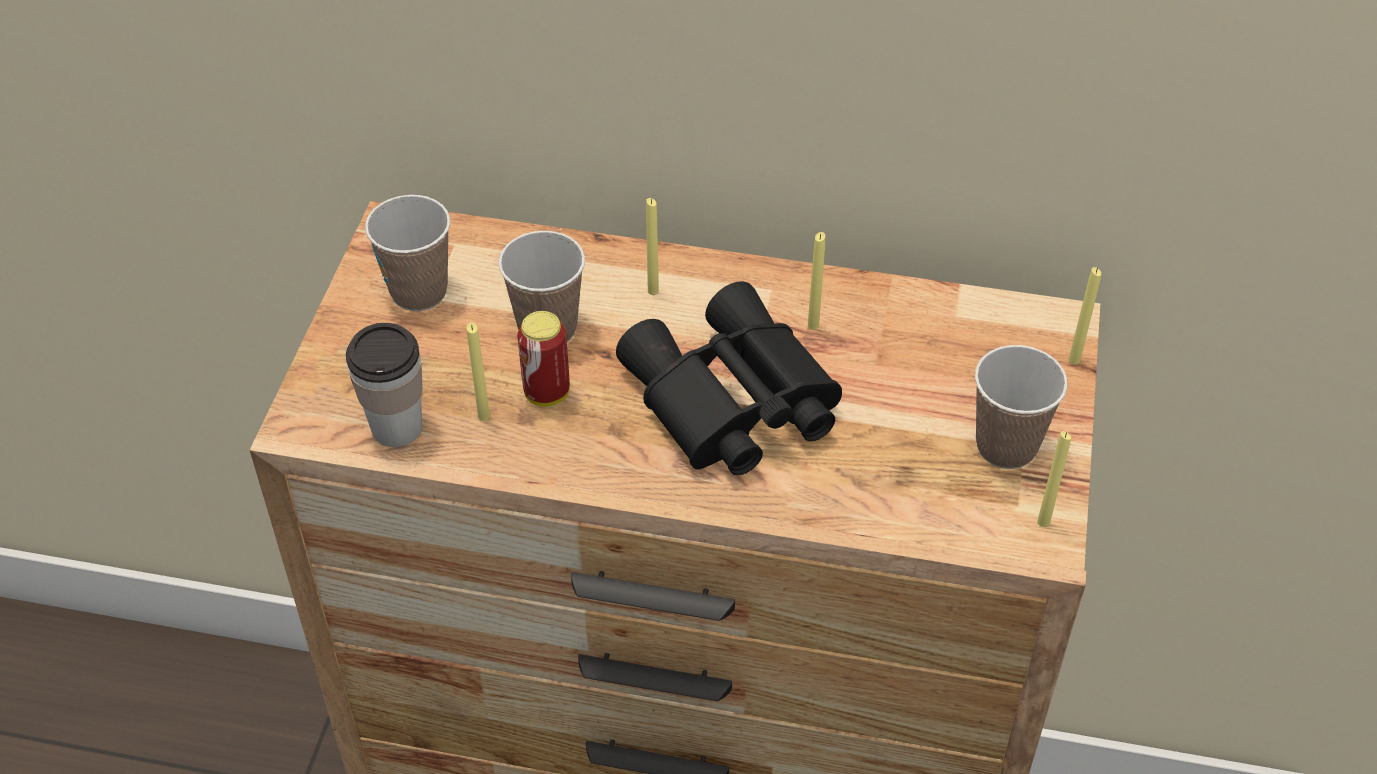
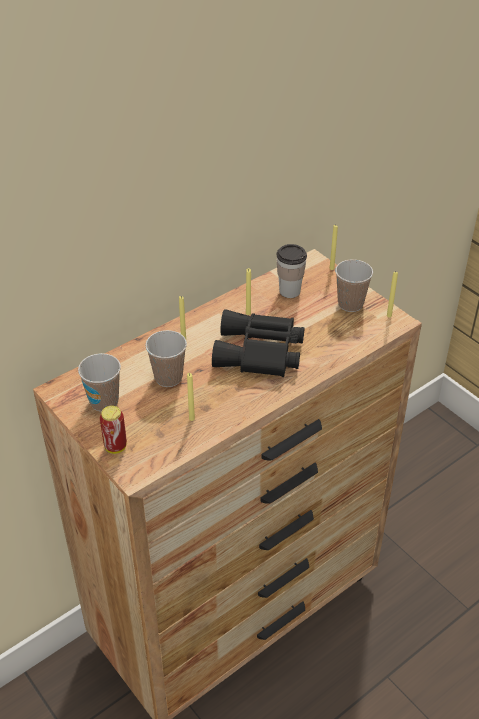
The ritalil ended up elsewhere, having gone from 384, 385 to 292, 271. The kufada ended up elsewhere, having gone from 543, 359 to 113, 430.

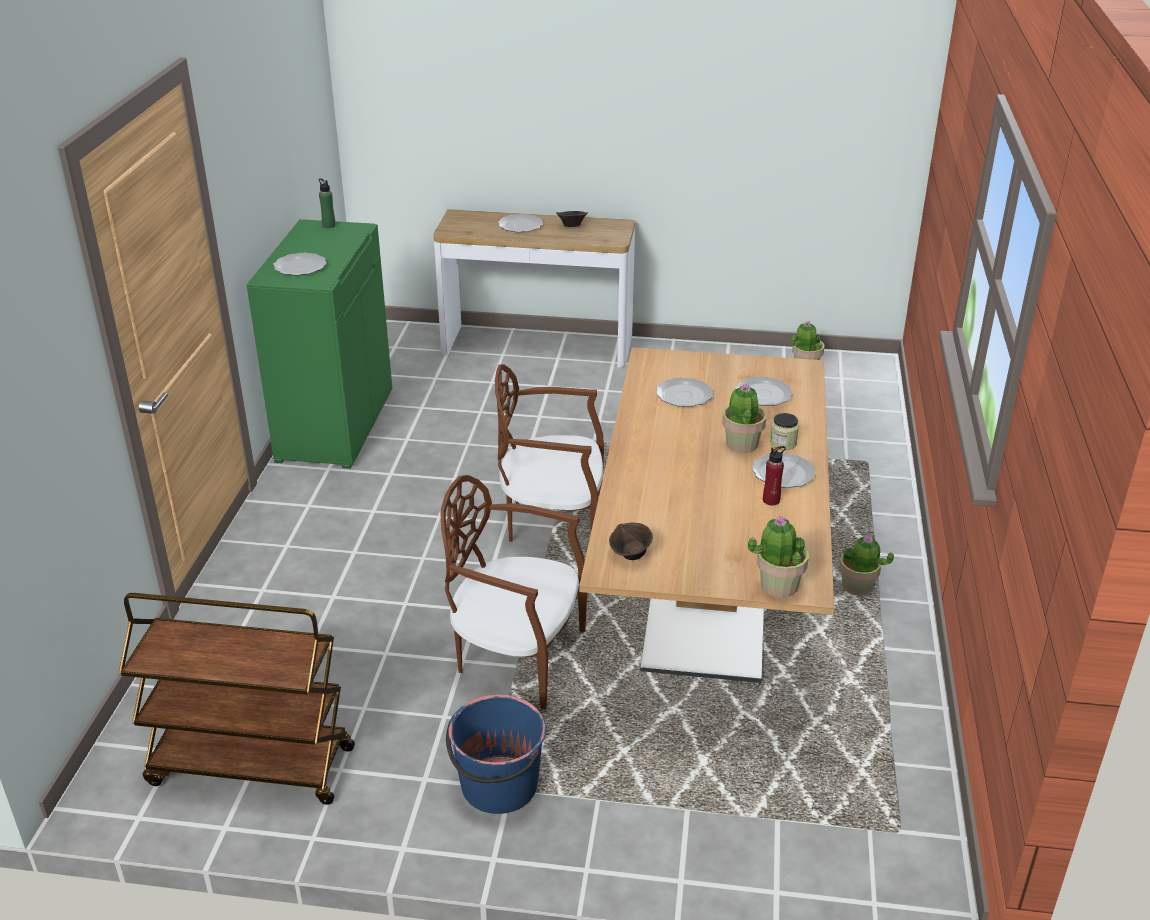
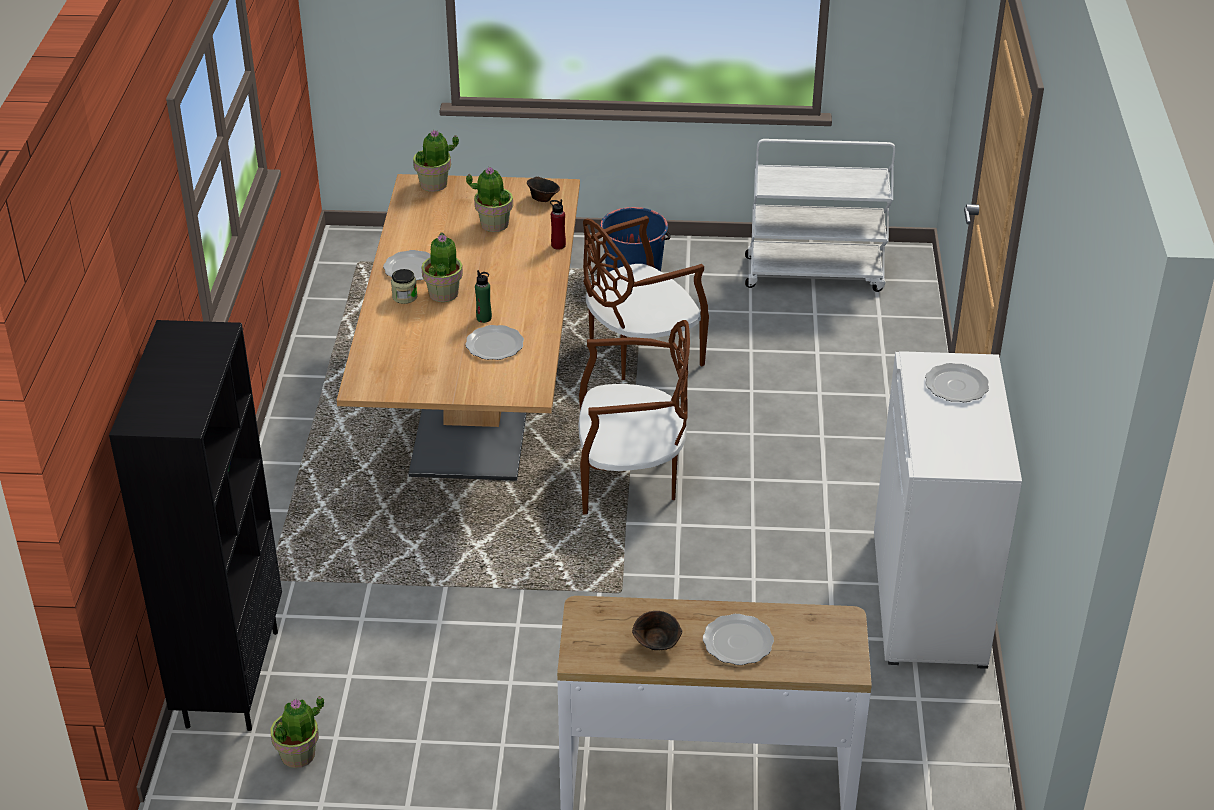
What was the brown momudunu at 237, 699 turned into the white momudunu at 820, 215. What was the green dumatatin at 319, 344 turned into the white dumatatin at 948, 510. The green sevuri ended up elsewhere, having gone from 327, 203 to 483, 296. The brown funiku at 513, 592 ended up facing another way, 135 degrees clockwise from before. The second view lost the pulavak at 764, 391. The red sevuri ended up elsewhere, having gone from 774, 476 to 558, 224. The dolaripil ended up elsewhere, having gone from 866, 565 to 489, 199. The second view gained the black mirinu at 195, 525.

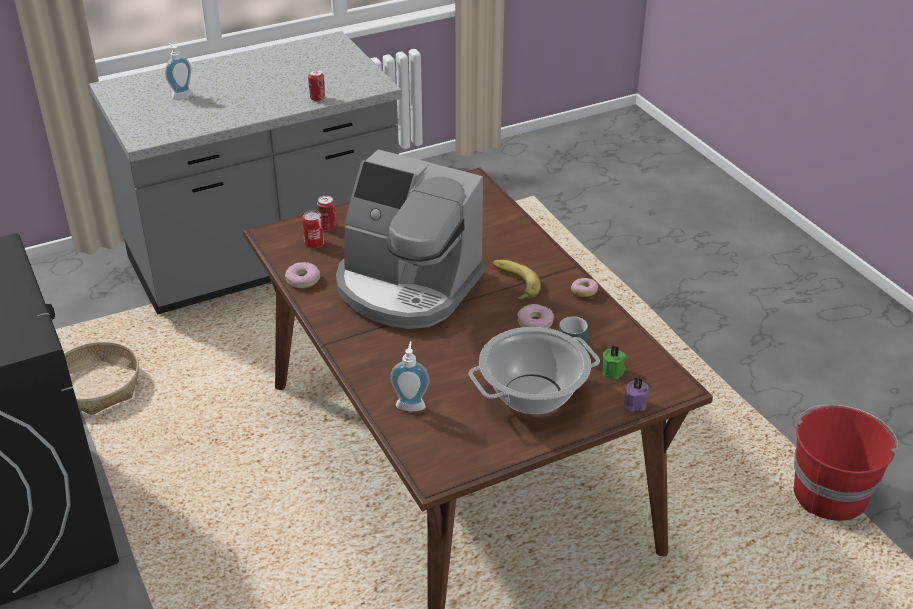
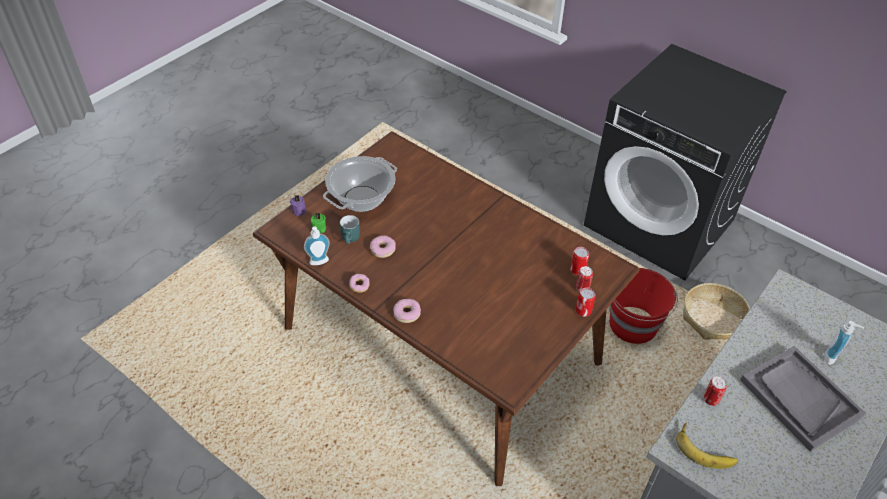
The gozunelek ended up elsewhere, having gone from 302, 275 to 407, 311. The second view lost the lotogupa at 410, 239. The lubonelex ended up elsewhere, having gone from 409, 376 to 317, 245. The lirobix ended up elsewhere, having gone from 517, 280 to 707, 446. The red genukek ended up elsewhere, having gone from 846, 462 to 644, 306. The second view gained the kufada at 585, 302. The second view gained the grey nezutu at 803, 399.

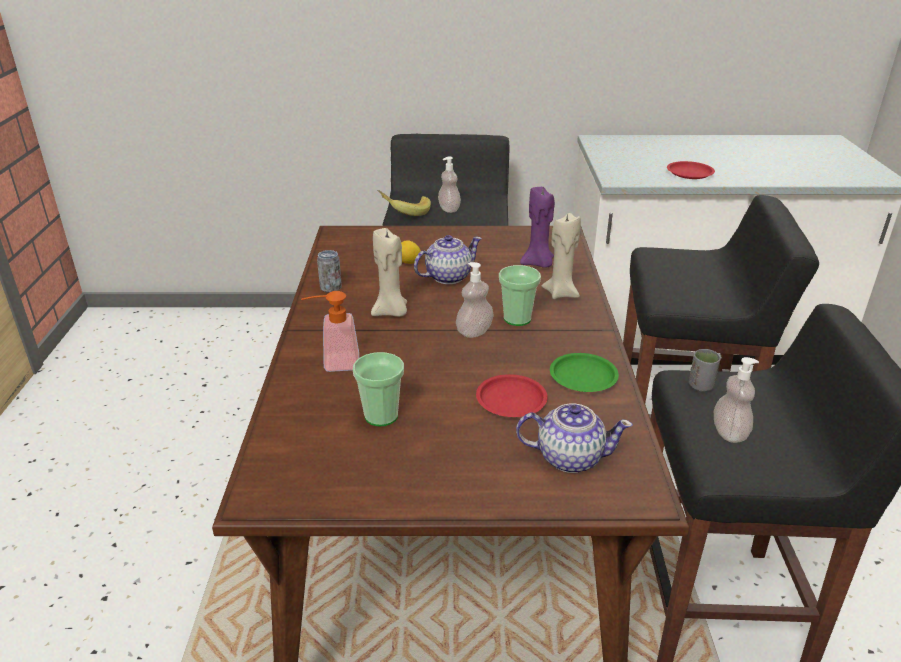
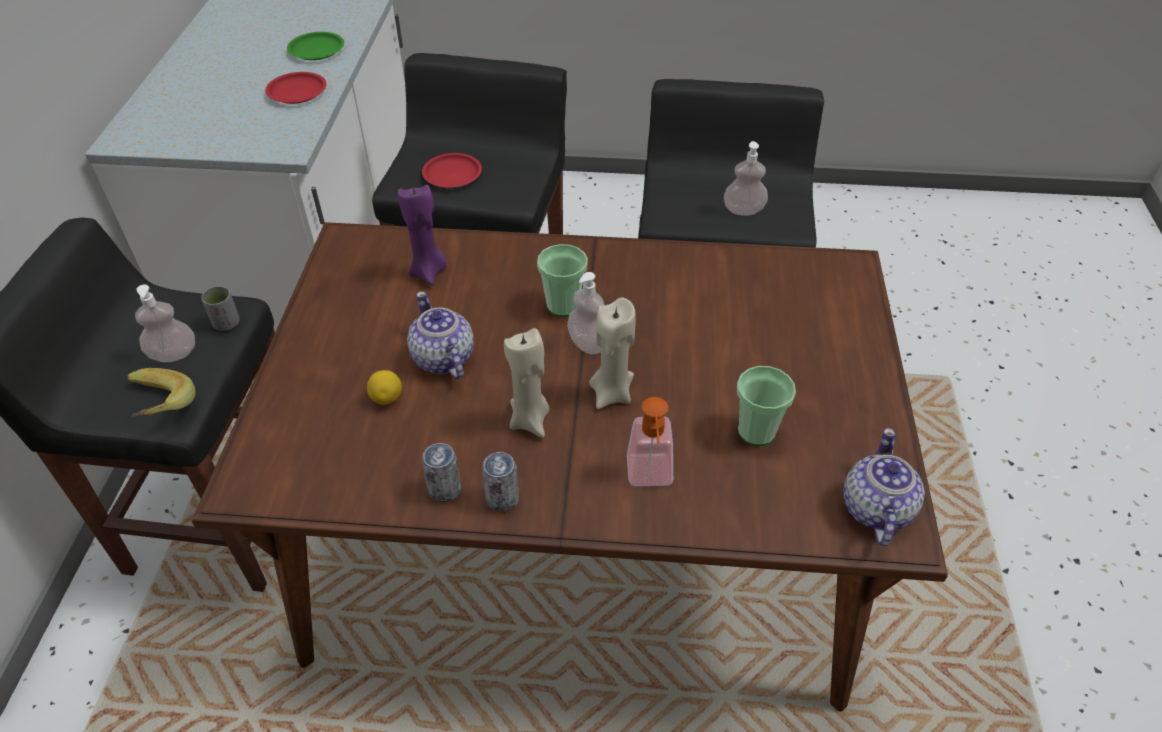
The red pulavak ended up elsewhere, having gone from 512, 395 to 452, 170. The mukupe ended up elsewhere, having gone from 574, 438 to 884, 487. The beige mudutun ended up elsewhere, having gone from 561, 255 to 612, 353. The green pulavak ended up elsewhere, having gone from 584, 372 to 315, 46. The grey ritalil ended up elsewhere, having gone from 705, 370 to 220, 308. The second view gained the kufada at 500, 482.

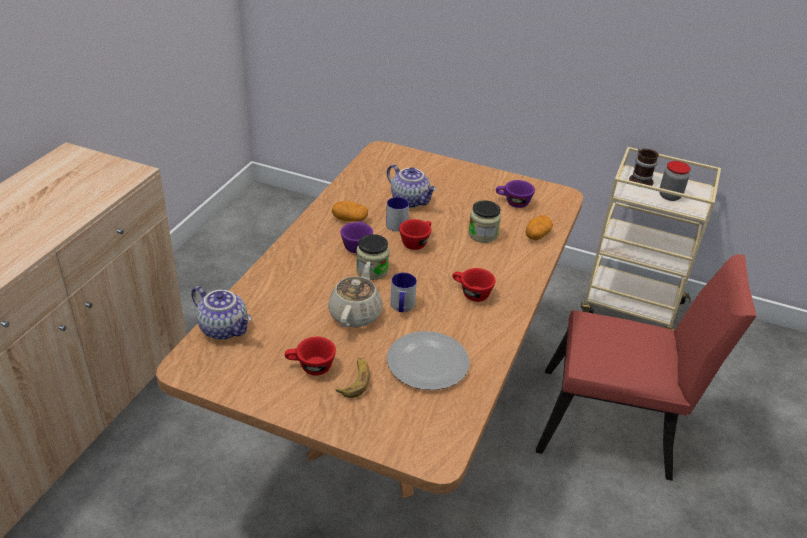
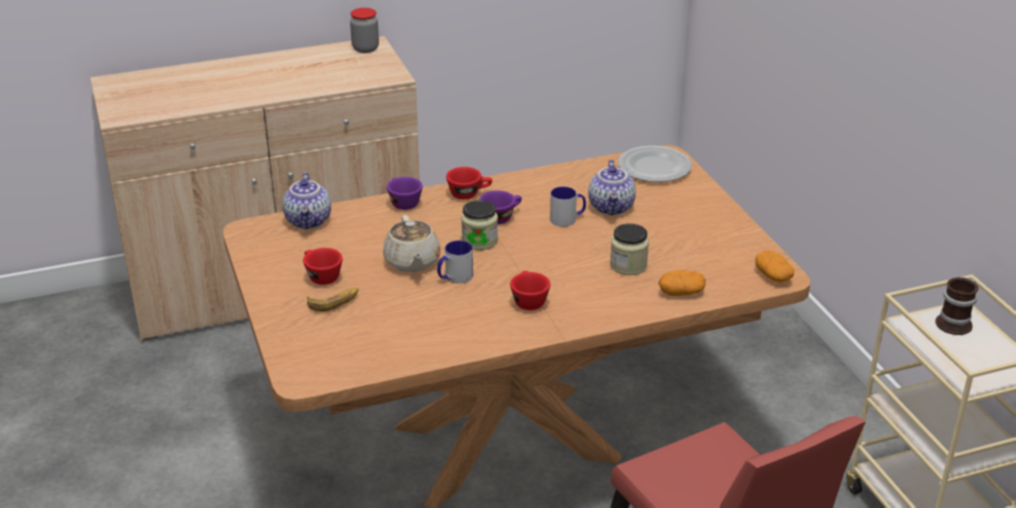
The beige mukupe at 355, 294 ended up facing another way, 105 degrees clockwise from before. The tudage ended up elsewhere, having gone from 350, 211 to 774, 267. The pulavak ended up elsewhere, having gone from 428, 360 to 655, 164. The red ritalil ended up elsewhere, having gone from 415, 234 to 469, 183. The purple ritalil ended up elsewhere, having gone from 515, 194 to 405, 193. The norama ended up elsewhere, having gone from 675, 181 to 364, 30.

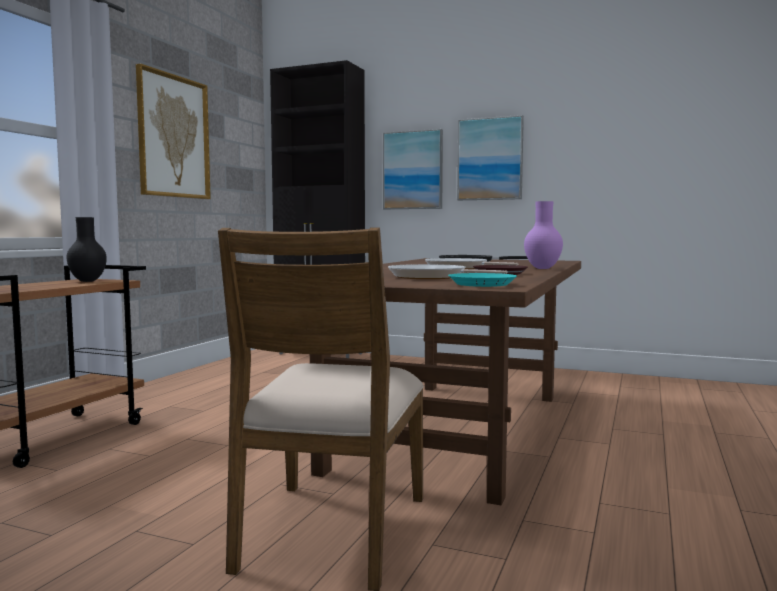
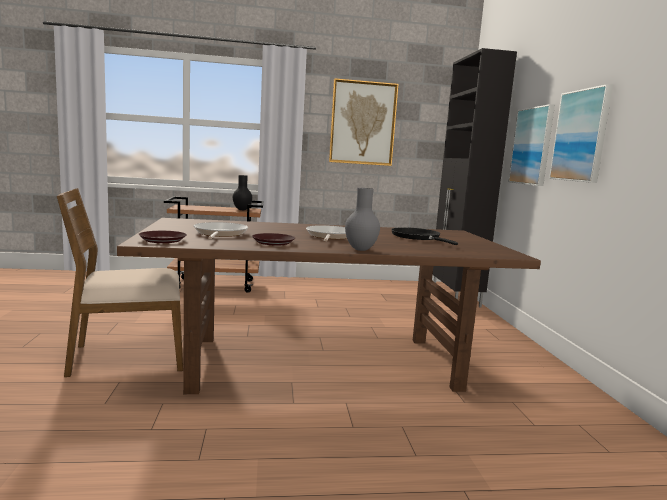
What was the turquoise pulavak at 482, 280 turned into the brown pulavak at 162, 237. What was the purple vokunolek at 543, 235 turned into the grey vokunolek at 362, 219.

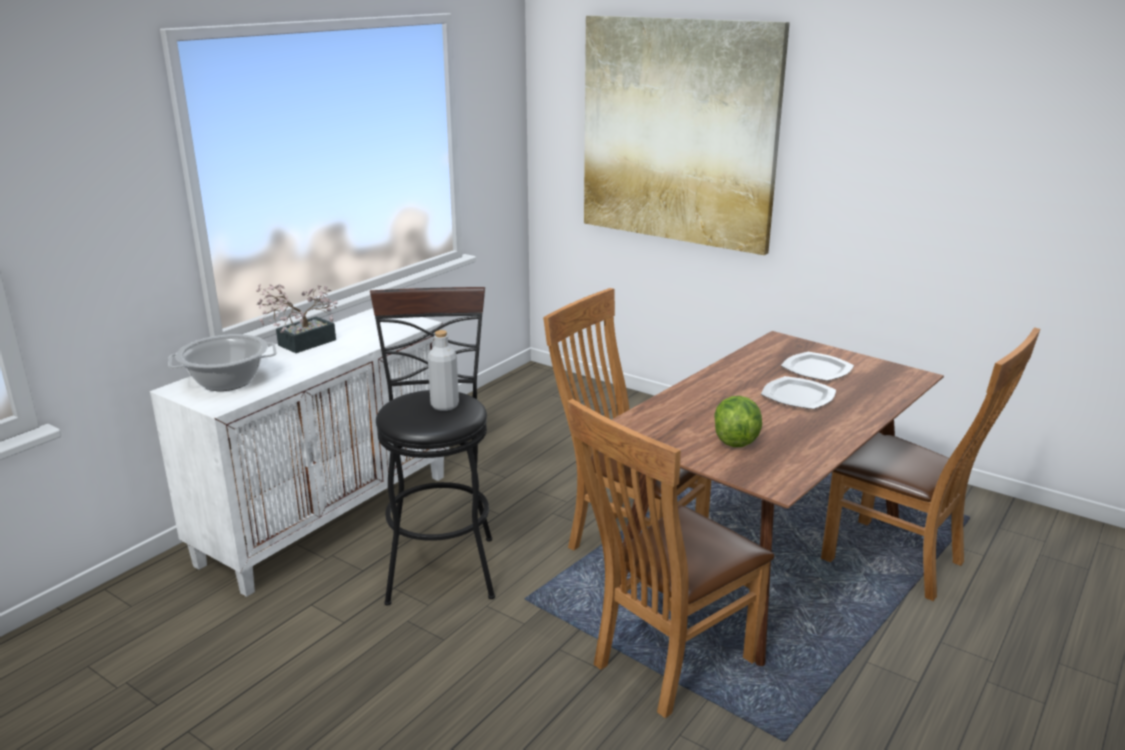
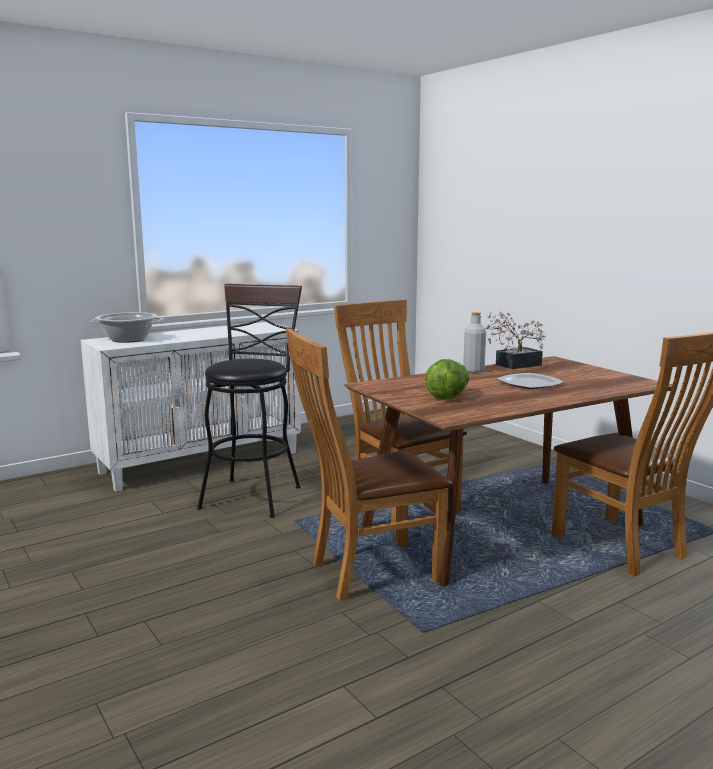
The dolaripil ended up elsewhere, having gone from 296, 318 to 515, 340. The grey sevuri ended up elsewhere, having gone from 443, 370 to 474, 342. The second view lost the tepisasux at 687, 135. The second view lost the pulavak at 817, 366.

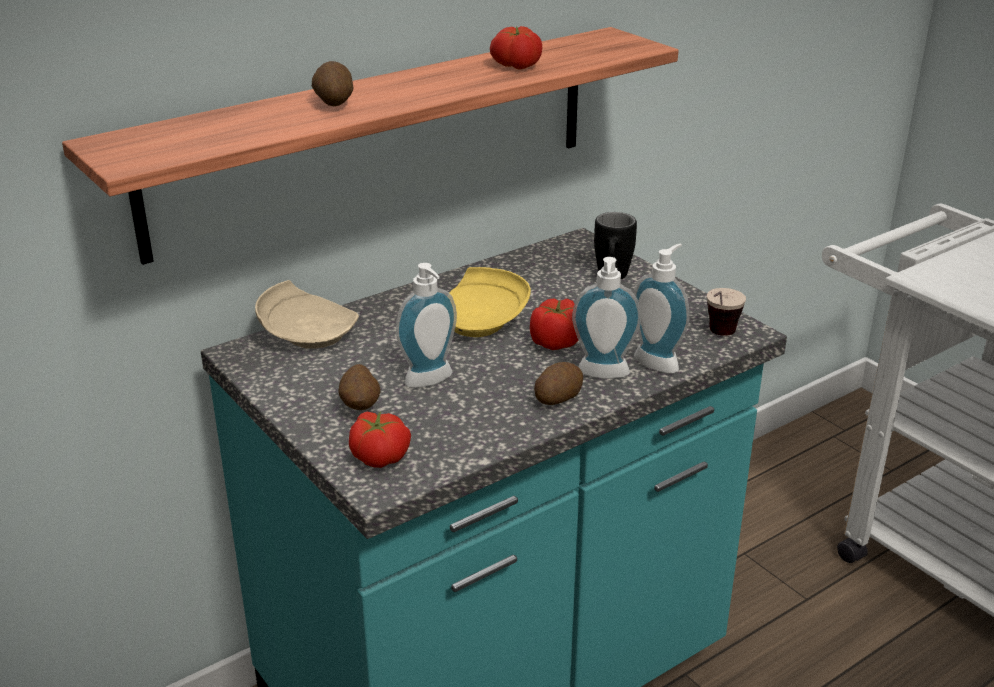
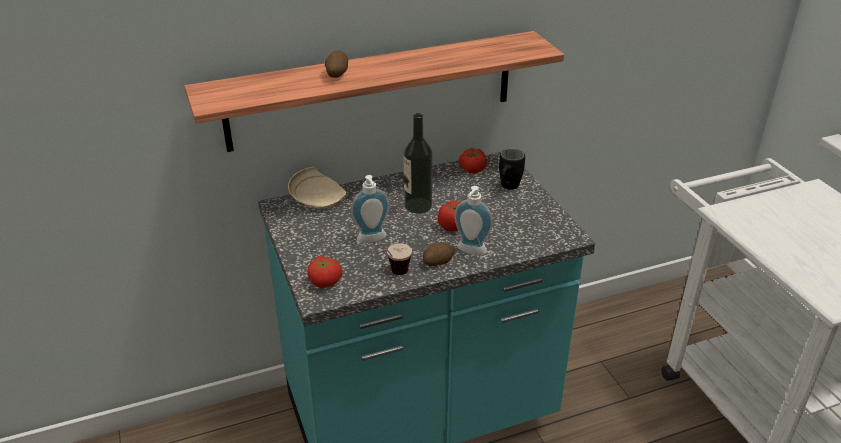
The second view lost the tudage at 360, 387. Where the yellow pulavak stood at 490, 302, the sevuri came to stand at 418, 163. The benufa ended up elsewhere, having gone from 516, 48 to 472, 161. The second view lost the lubonelex at 661, 308. The ritalil ended up elsewhere, having gone from 726, 312 to 394, 259.

